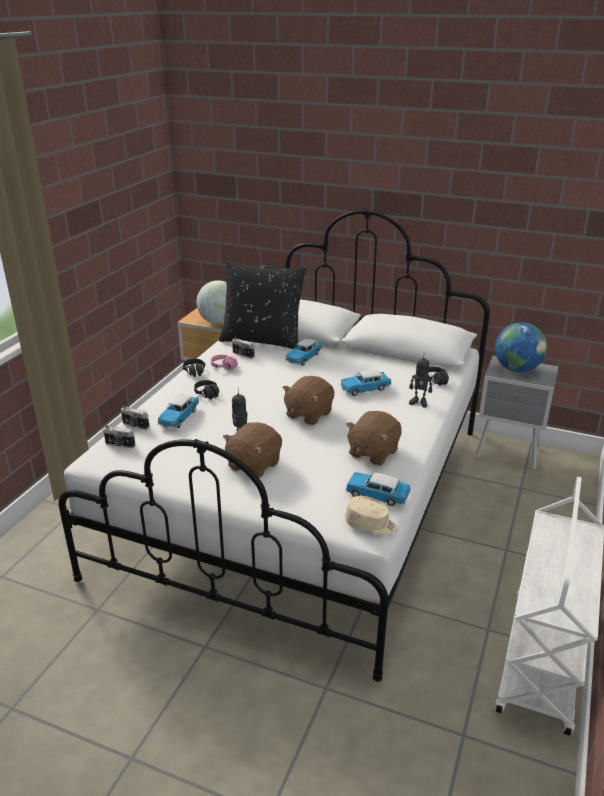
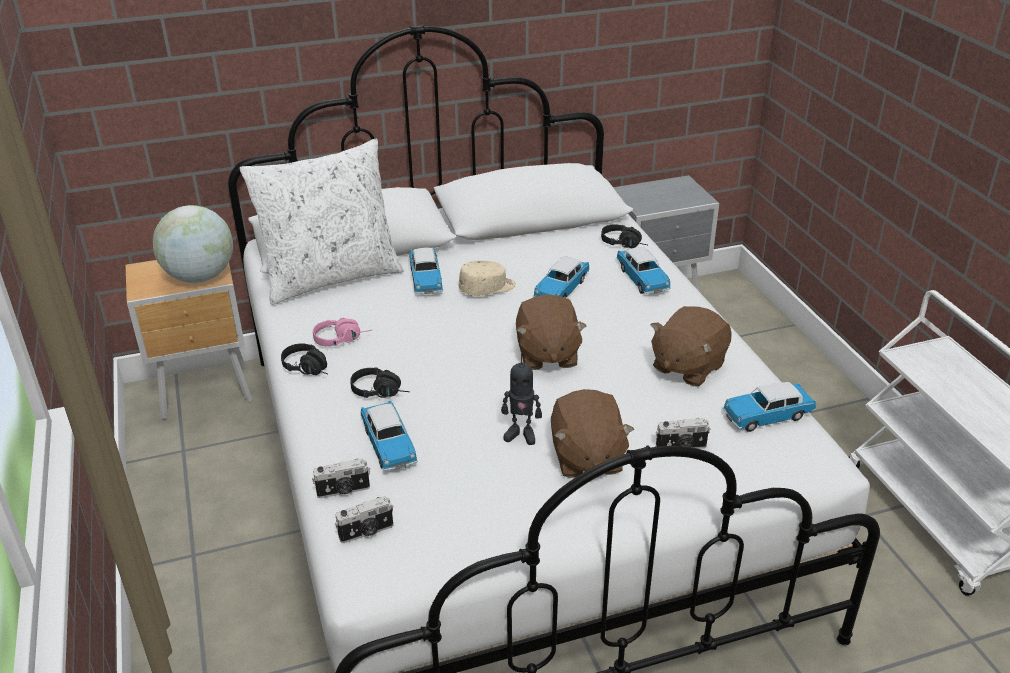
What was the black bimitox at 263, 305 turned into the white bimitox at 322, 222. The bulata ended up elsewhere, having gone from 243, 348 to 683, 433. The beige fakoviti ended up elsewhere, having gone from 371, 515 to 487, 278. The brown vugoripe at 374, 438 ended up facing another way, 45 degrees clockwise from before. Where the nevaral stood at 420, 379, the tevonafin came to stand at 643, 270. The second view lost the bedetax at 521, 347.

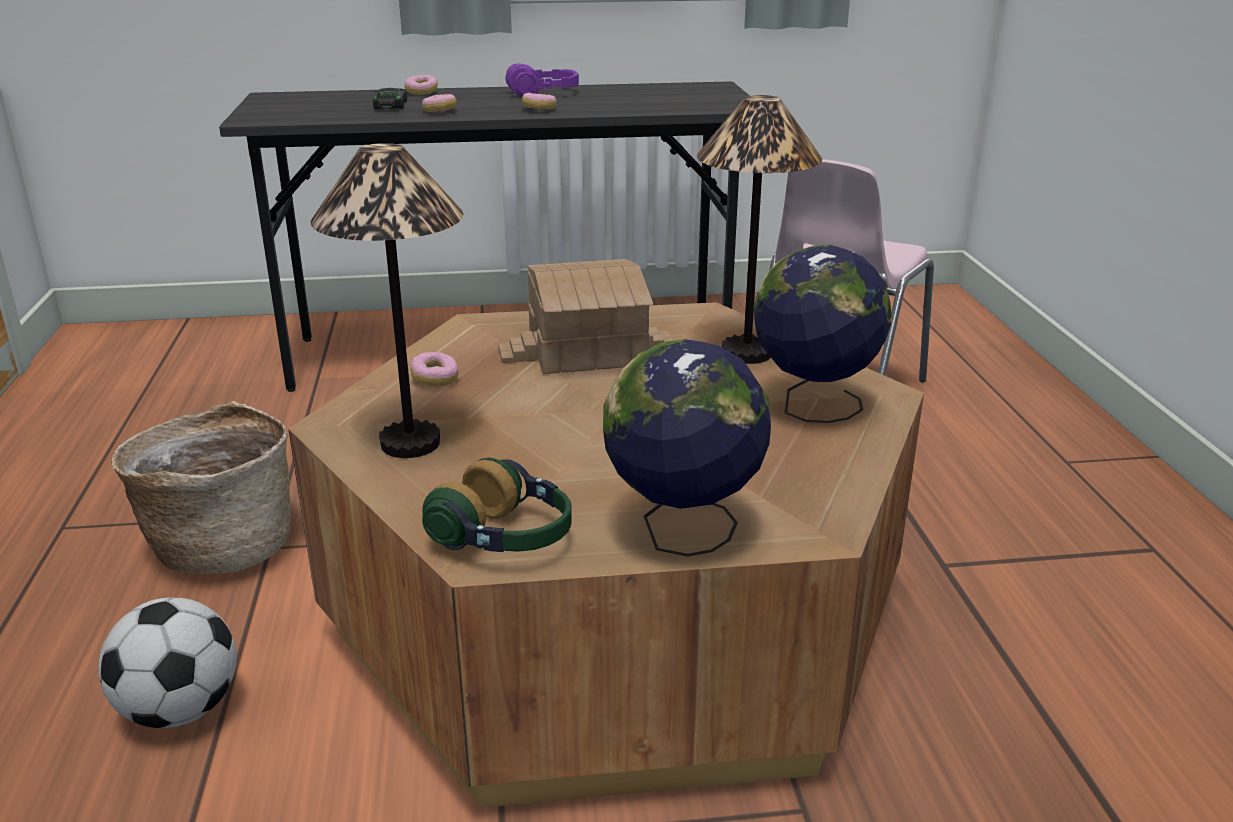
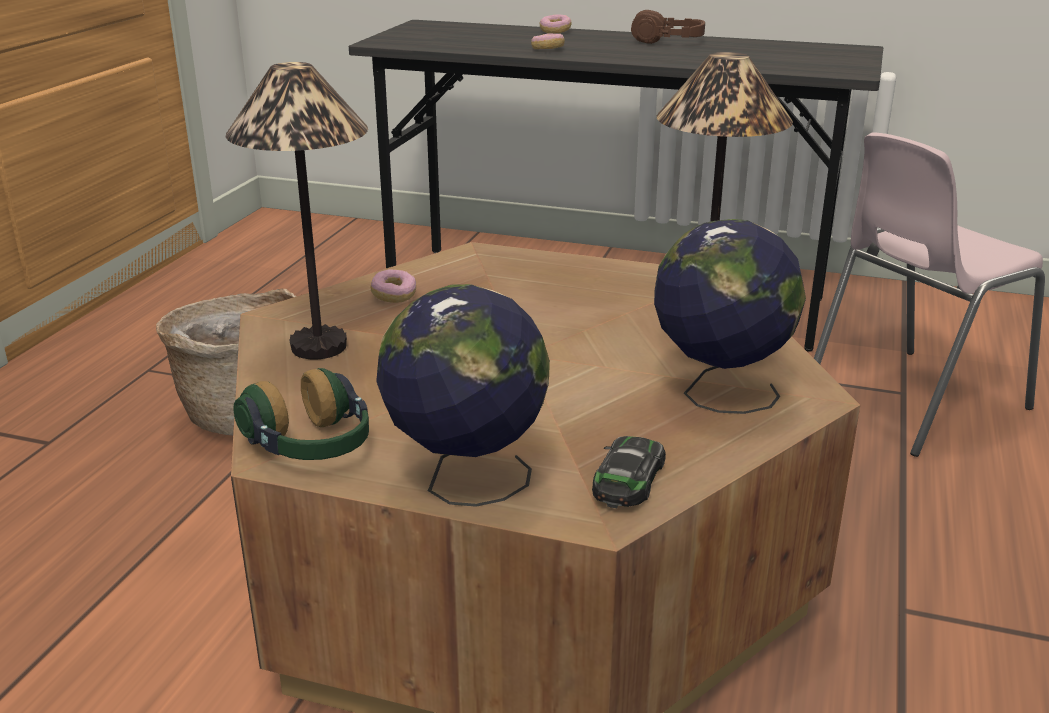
The second view lost the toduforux at 167, 663. The tevonafin ended up elsewhere, having gone from 390, 99 to 629, 472. The second view lost the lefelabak at 586, 316. What was the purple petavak at 542, 79 turned into the brown petavak at 668, 27. The second view lost the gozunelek at 539, 101.

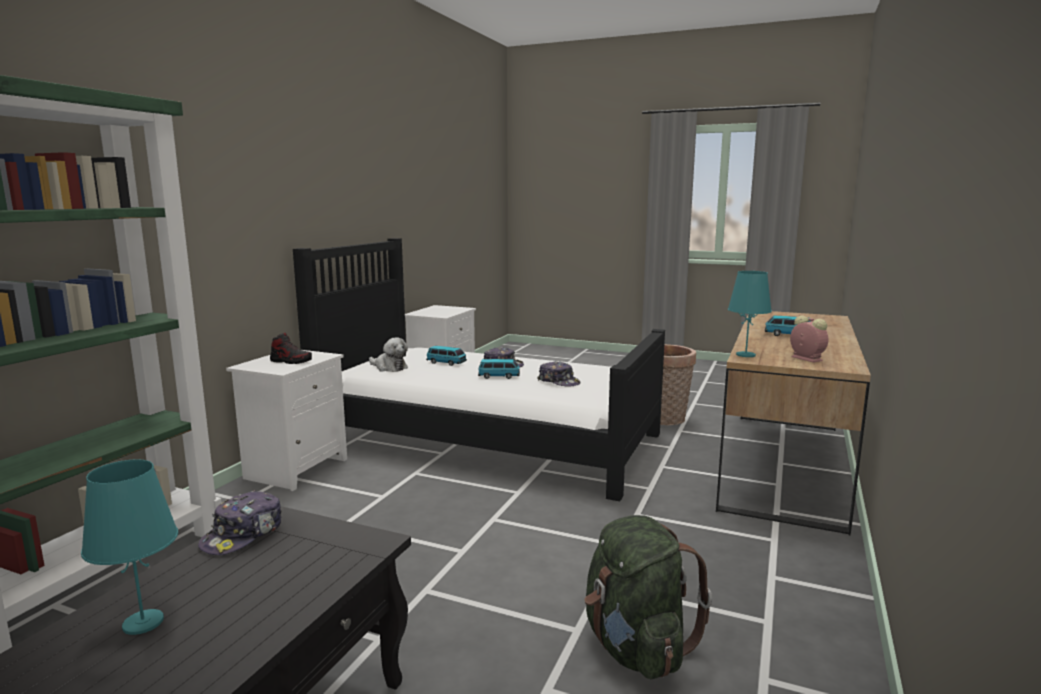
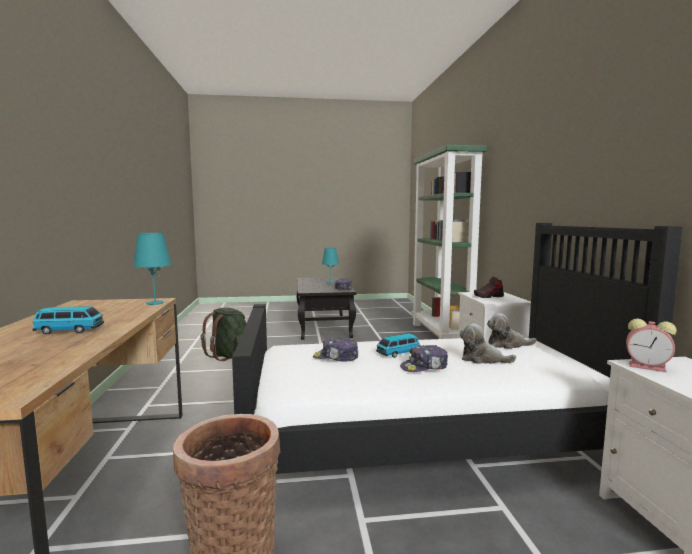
Where the tevonafin stood at 446, 356, the vugoripe came to stand at 488, 343. The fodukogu ended up elsewhere, having gone from 809, 339 to 651, 345.

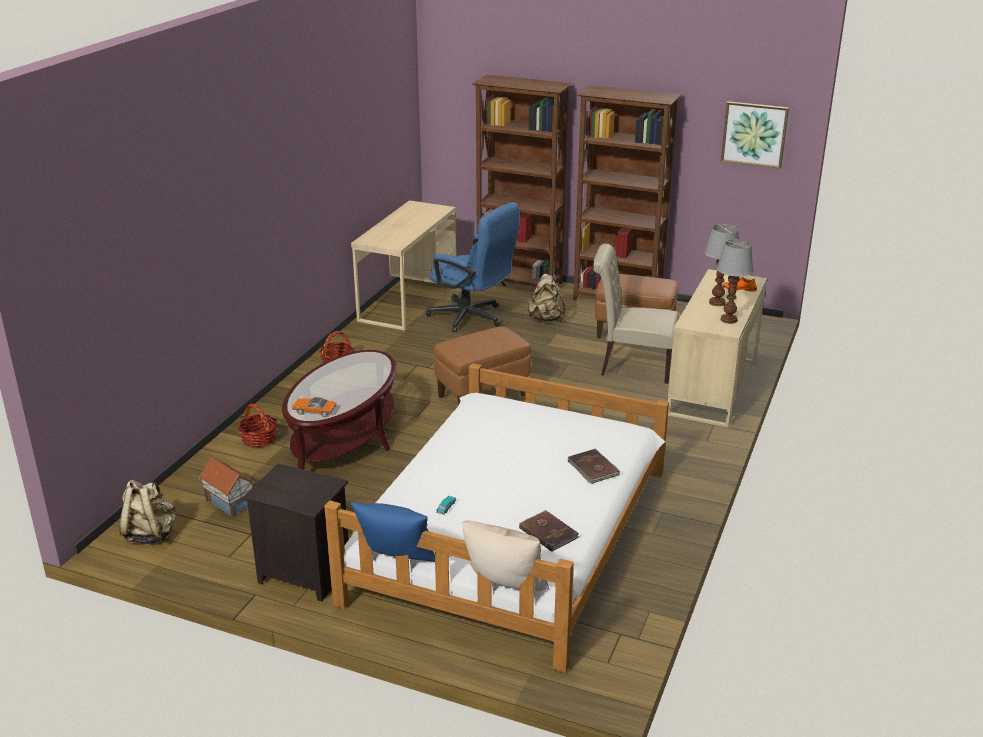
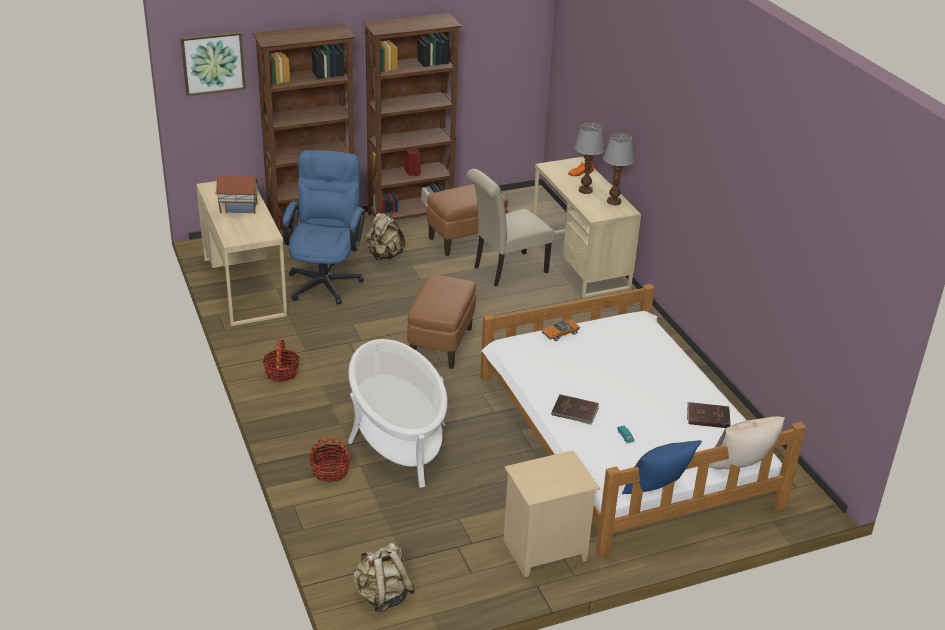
The lefelabak ended up elsewhere, having gone from 226, 487 to 237, 195. What was the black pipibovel at 295, 532 turned into the beige pipibovel at 551, 513. What was the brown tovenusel at 339, 410 turned into the white tovenusel at 397, 413. The tevonafin ended up elsewhere, having gone from 314, 407 to 561, 330. The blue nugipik at 473, 267 ended up facing another way, 75 degrees counterclockwise from before. The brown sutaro ended up elsewhere, having gone from 594, 466 to 575, 409. The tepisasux ended up elsewhere, having gone from 755, 135 to 213, 64.

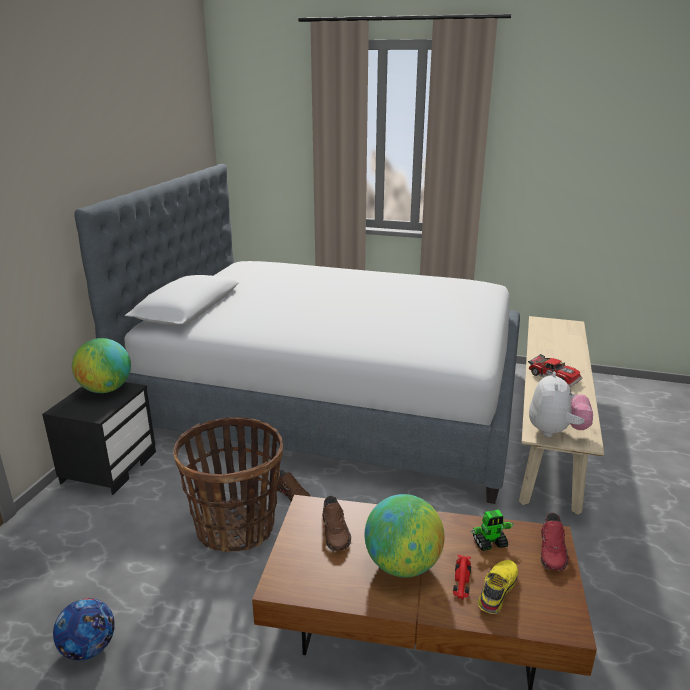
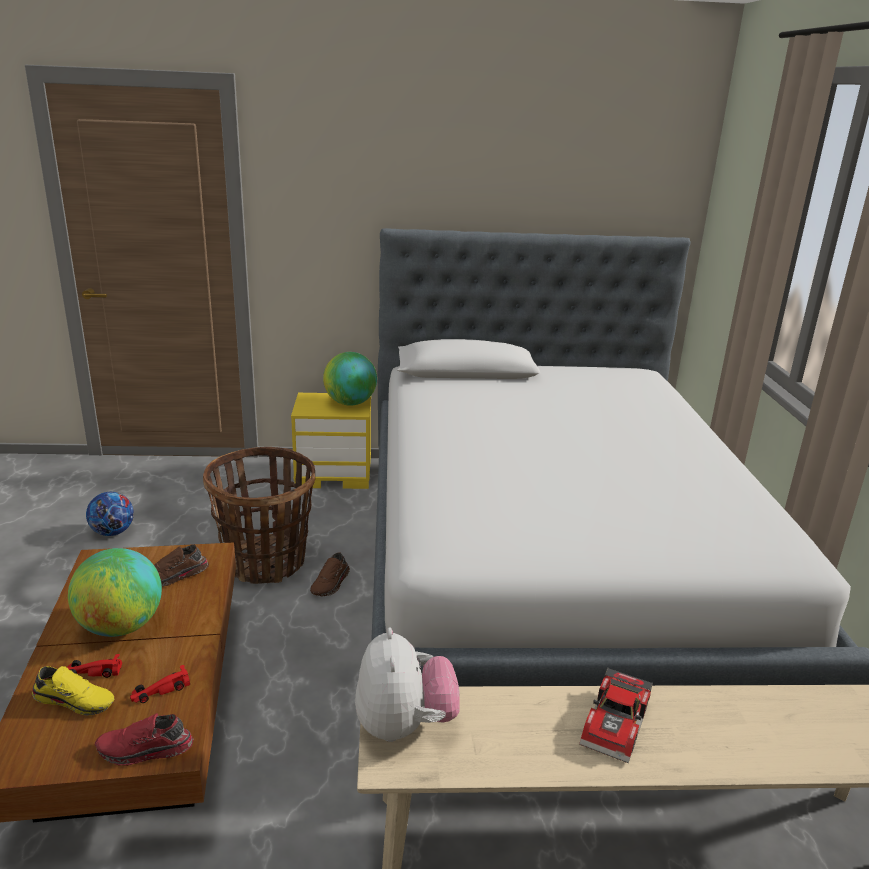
What was the black pipibovel at 99, 438 turned into the yellow pipibovel at 331, 441. Where the nevaral stood at 492, 530, the red tevonafin came to stand at 160, 684. The vugoripe at 561, 404 ended up facing another way, 90 degrees counterclockwise from before.

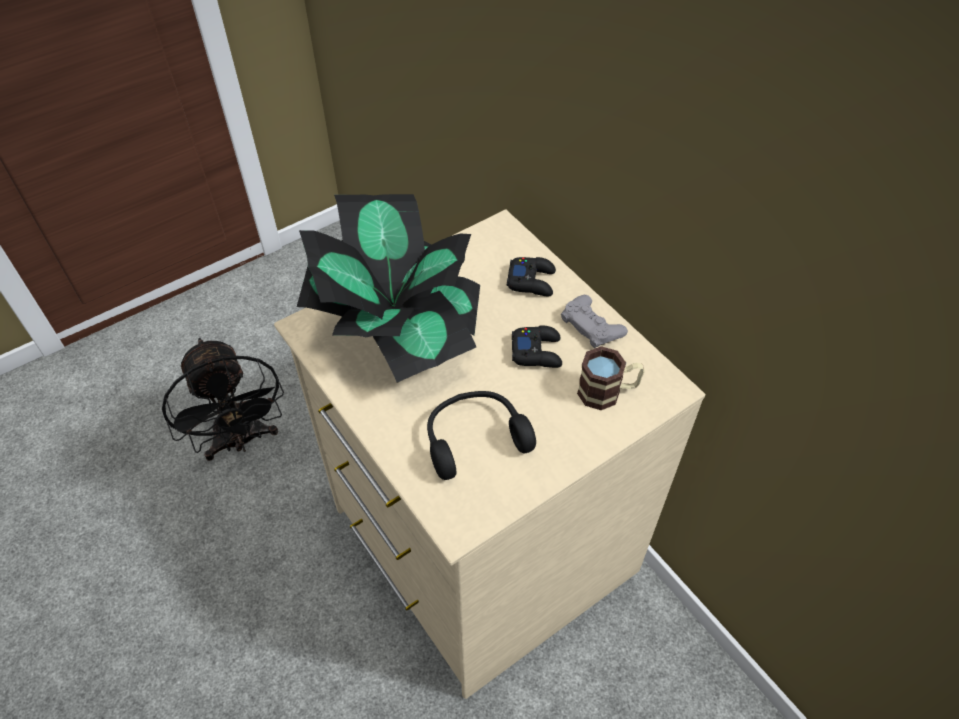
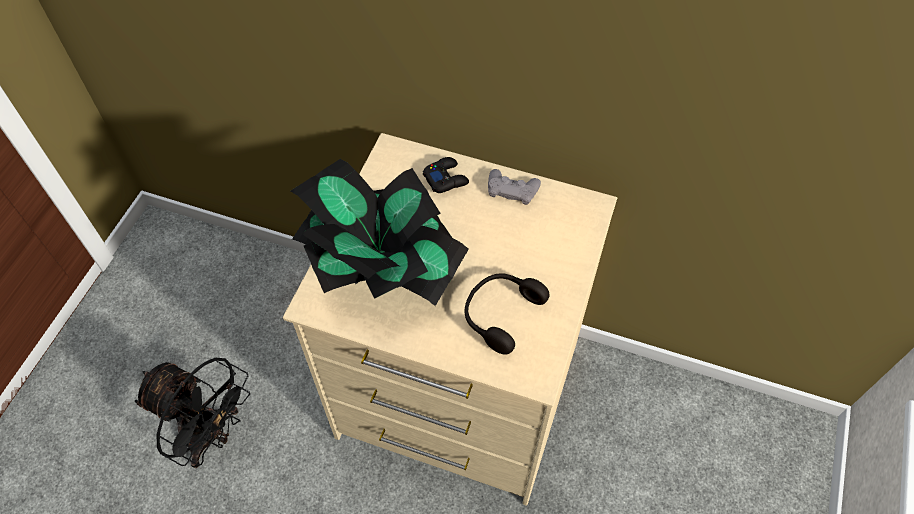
The second view lost the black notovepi at 537, 347. The second view lost the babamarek at 611, 378.

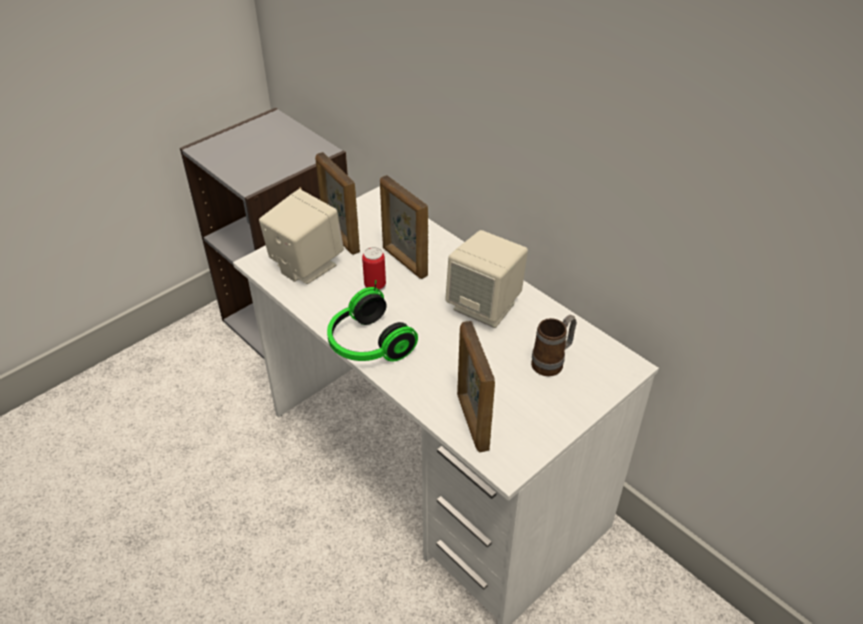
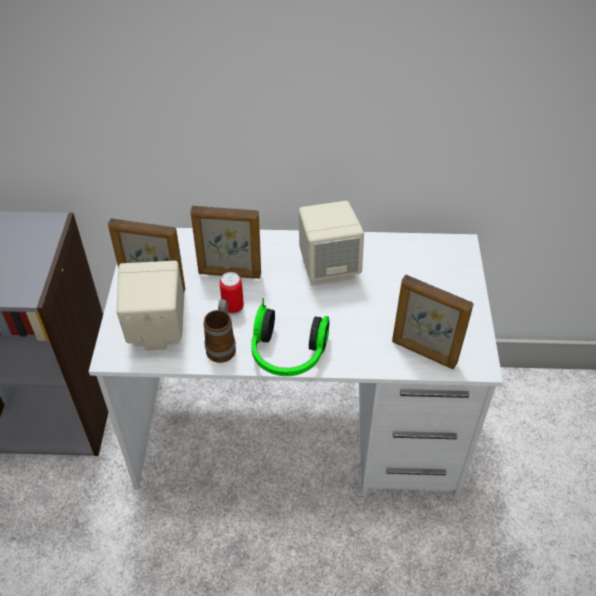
The babamarek ended up elsewhere, having gone from 554, 345 to 220, 331.

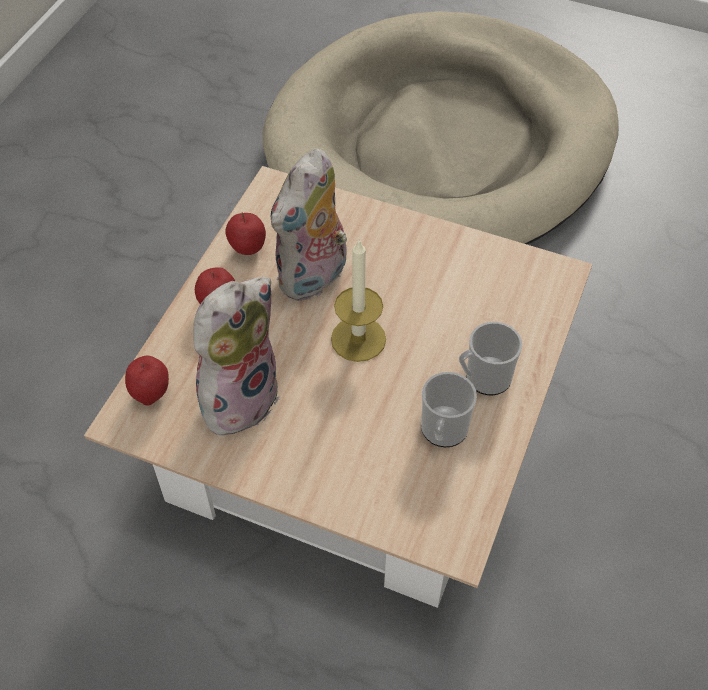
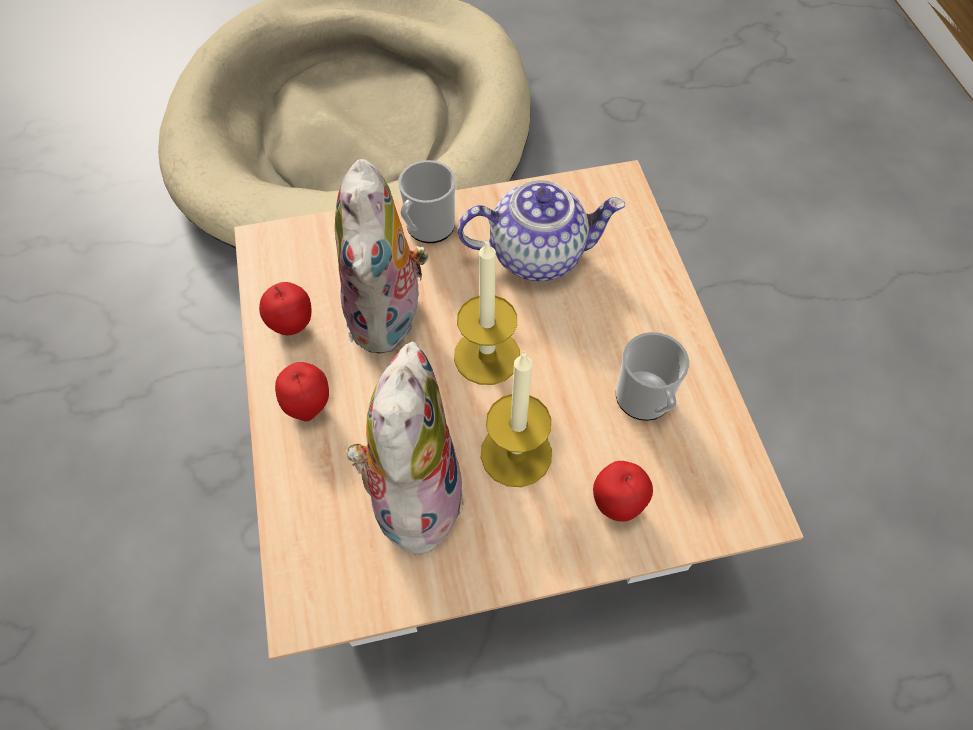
The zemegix ended up elsewhere, having gone from 147, 381 to 623, 491. The babamarek ended up elsewhere, having gone from 490, 358 to 427, 201. The second view gained the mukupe at 541, 230. The second view gained the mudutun at 516, 419.

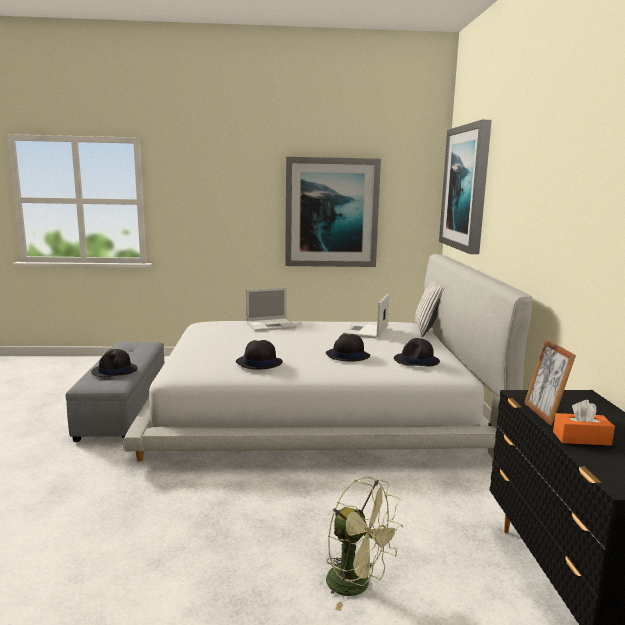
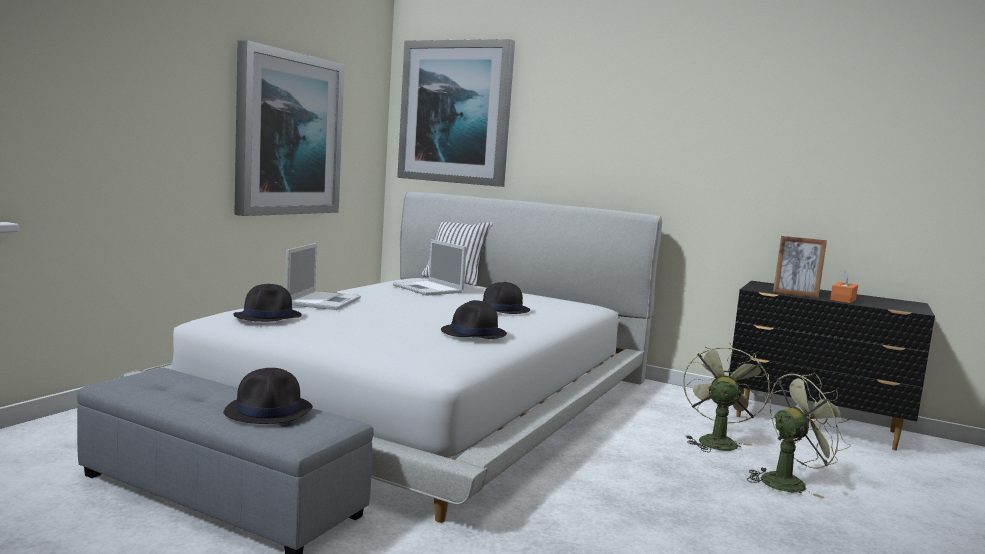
The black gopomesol ended up elsewhere, having gone from 417, 352 to 267, 303. The second view gained the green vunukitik at 726, 397.

